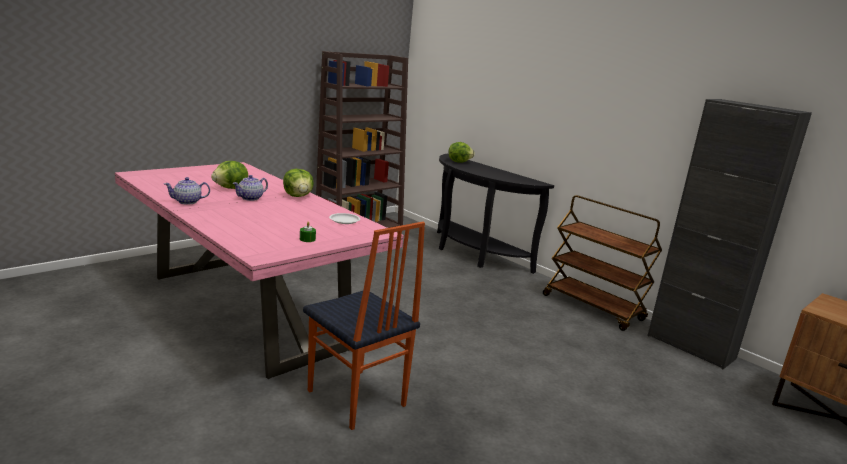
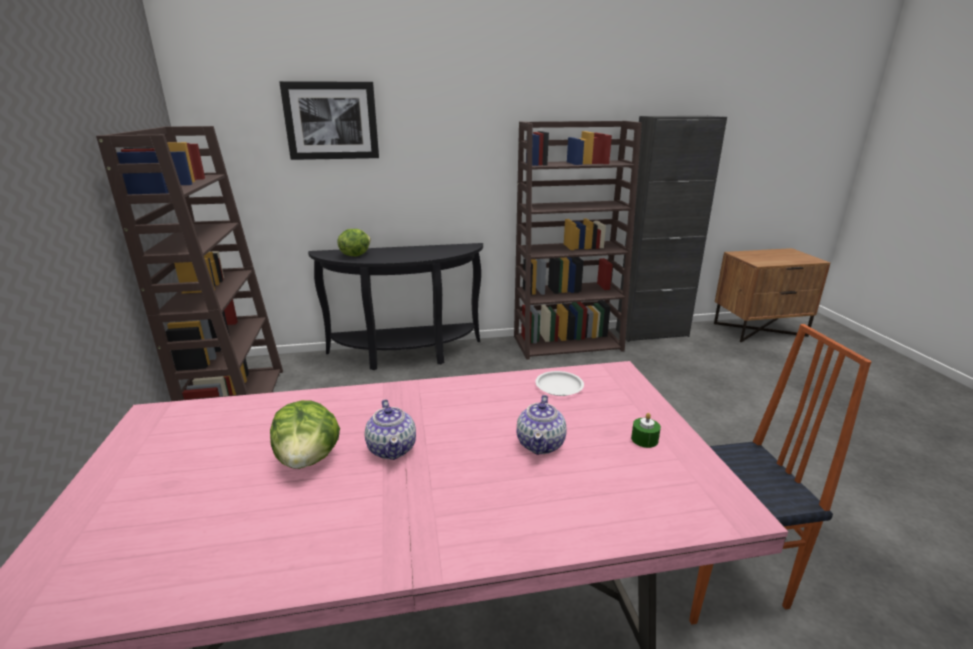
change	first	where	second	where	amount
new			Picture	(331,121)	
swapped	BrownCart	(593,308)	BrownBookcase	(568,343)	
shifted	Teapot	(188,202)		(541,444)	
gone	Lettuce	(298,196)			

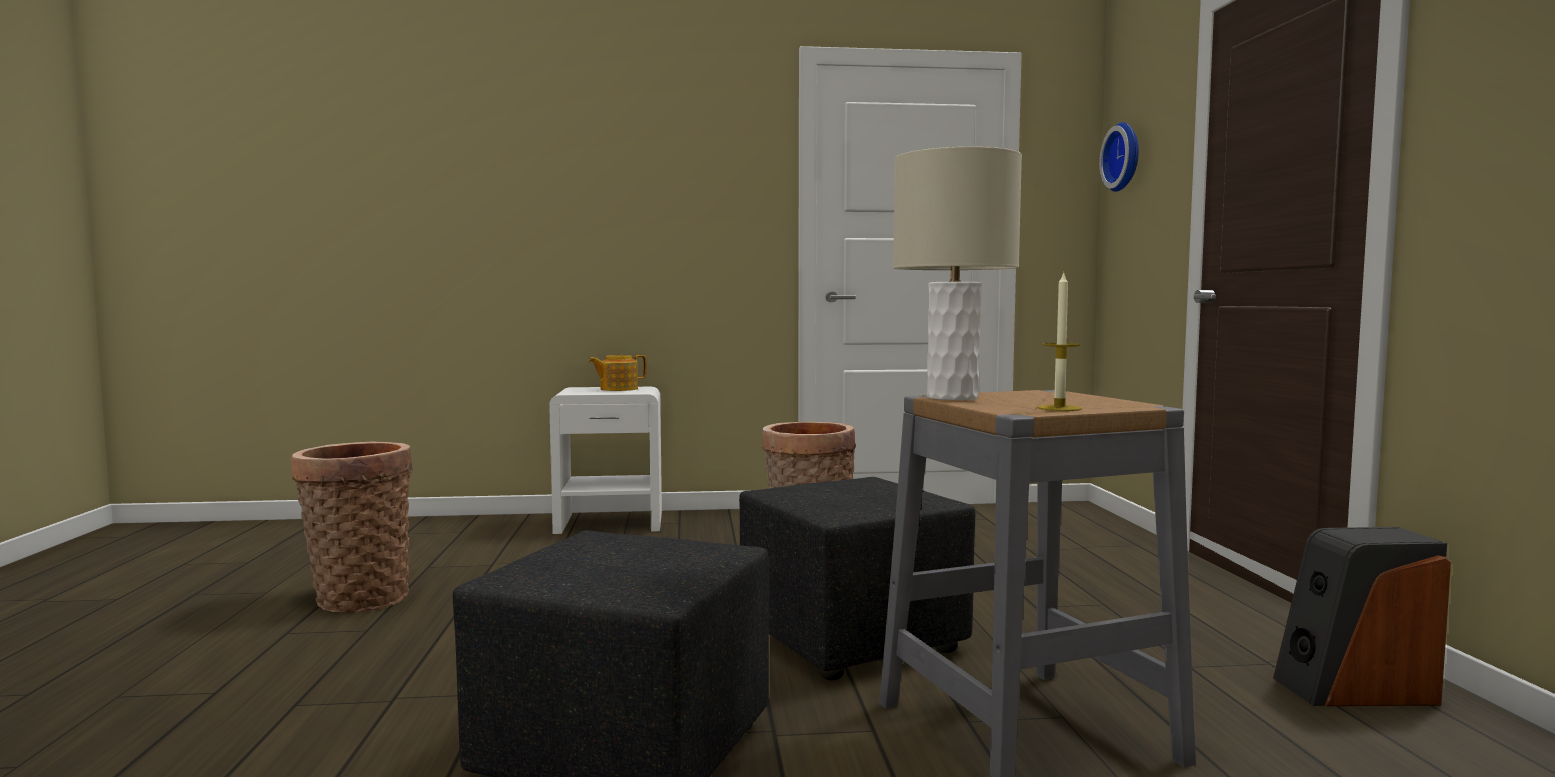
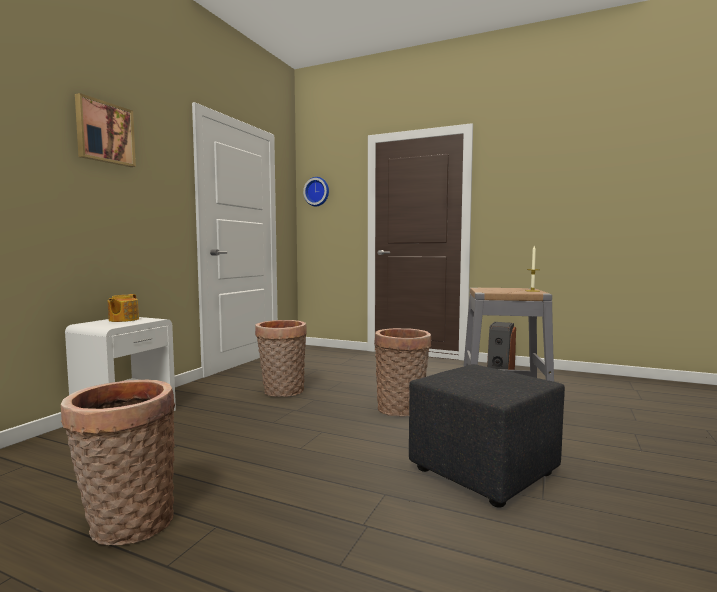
change	first	where	second	where	amount
new			Picture	(104,133)	
swapped	BlackOttoman	(854,640)	Basket	(402,409)	
gone	BeigeTableLamp	(951,397)			

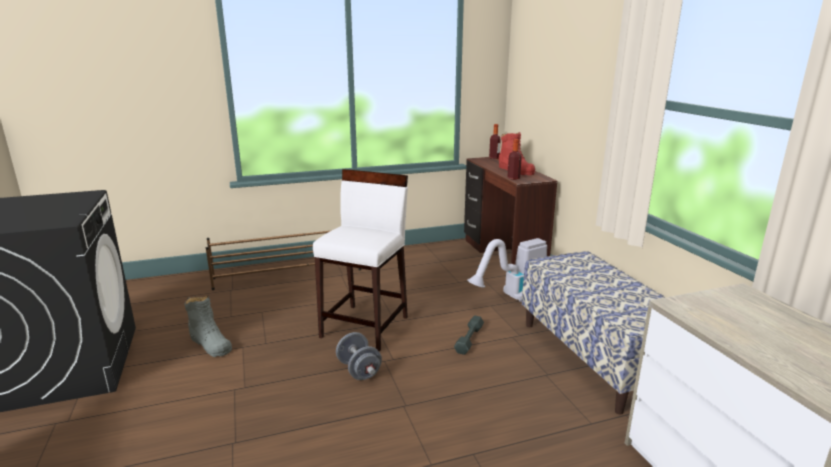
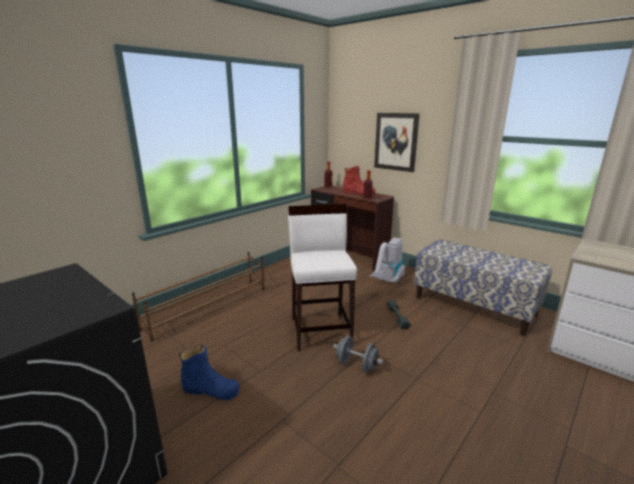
change	first	where	second	where	amount
repainted	GreyBoot	(210,344)	BlueBoot	(211,390)	
new			Picture	(396,142)	

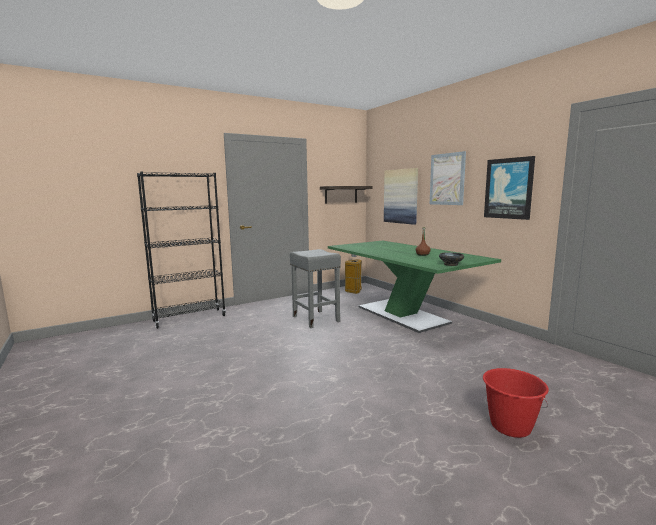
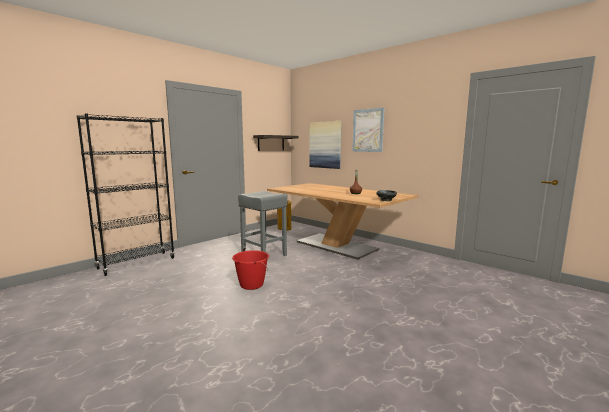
change	first	where	second	where	amount
shifted	RedBucket	(510,426)		(251,285)	
repainted	GreenDiningTable	(402,315)	BeigeDiningTable	(336,246)	
gone	Picture	(508,188)			

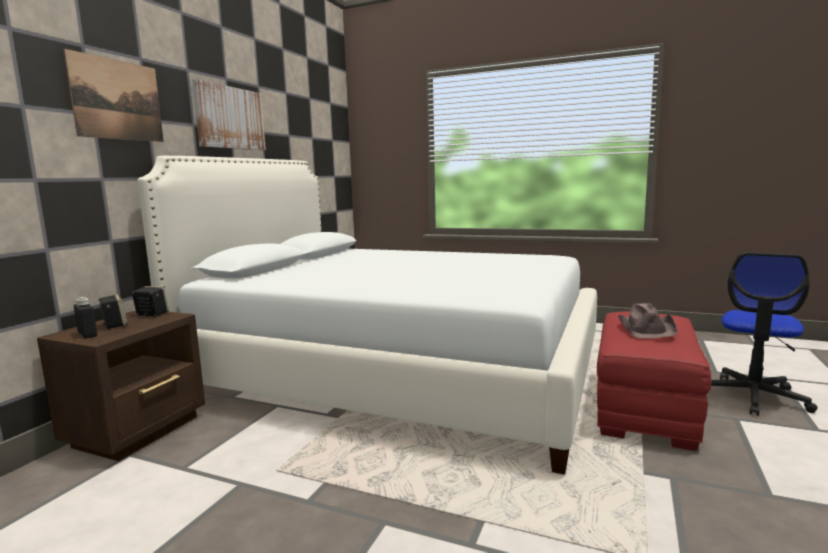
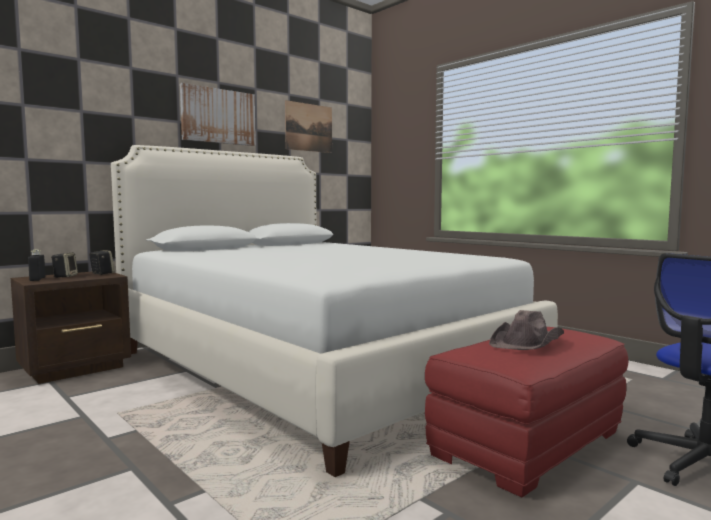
change	first	where	second	where	amount
shifted	Picture	(117,100)		(309,127)	

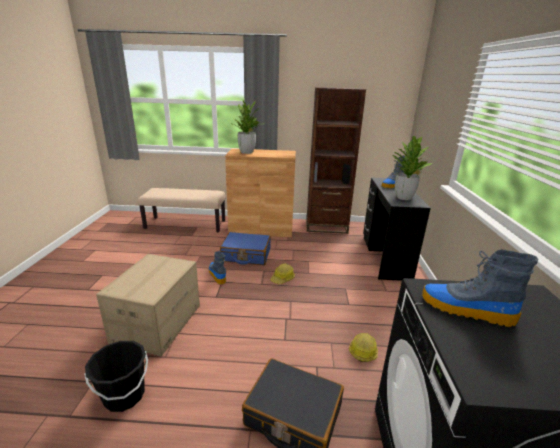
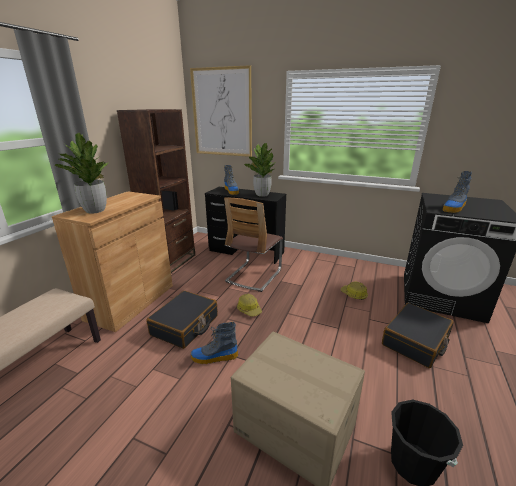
change	first	where	second	where	amount
repainted	BlueSuitcase	(246,255)	BlackSuitcase	(185,325)	
new			Picture	(222,113)	
new			Chair	(254,276)	

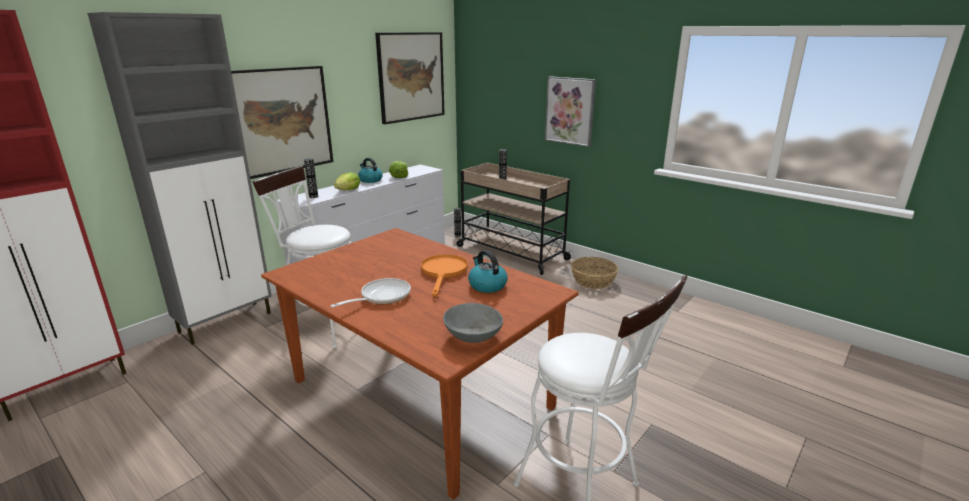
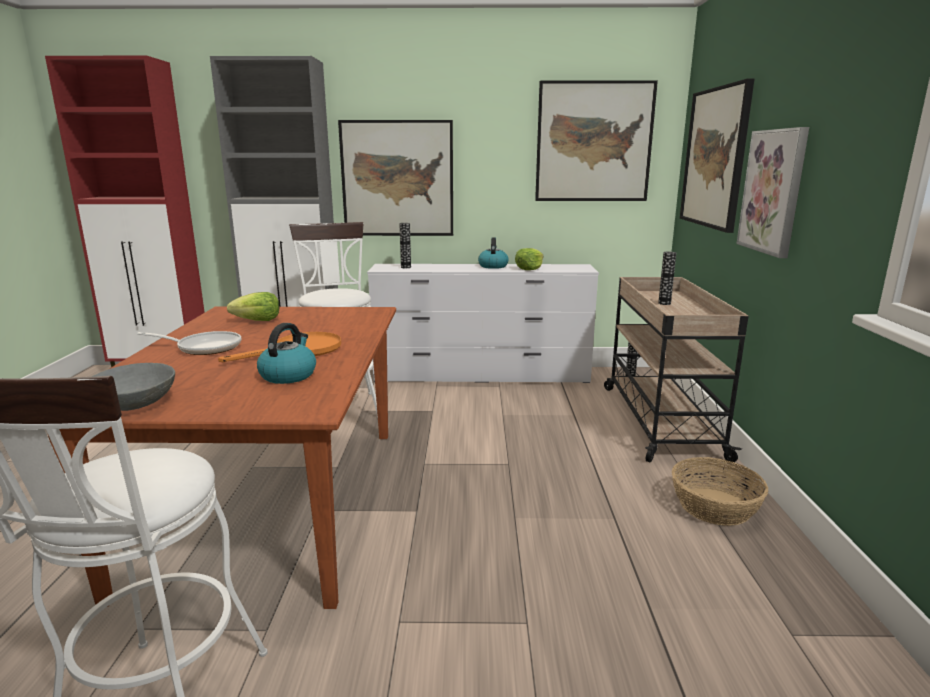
change	first	where	second	where	amount
shifted	Lettuce	(348,190)		(258,321)	
new			Picture	(715,158)	

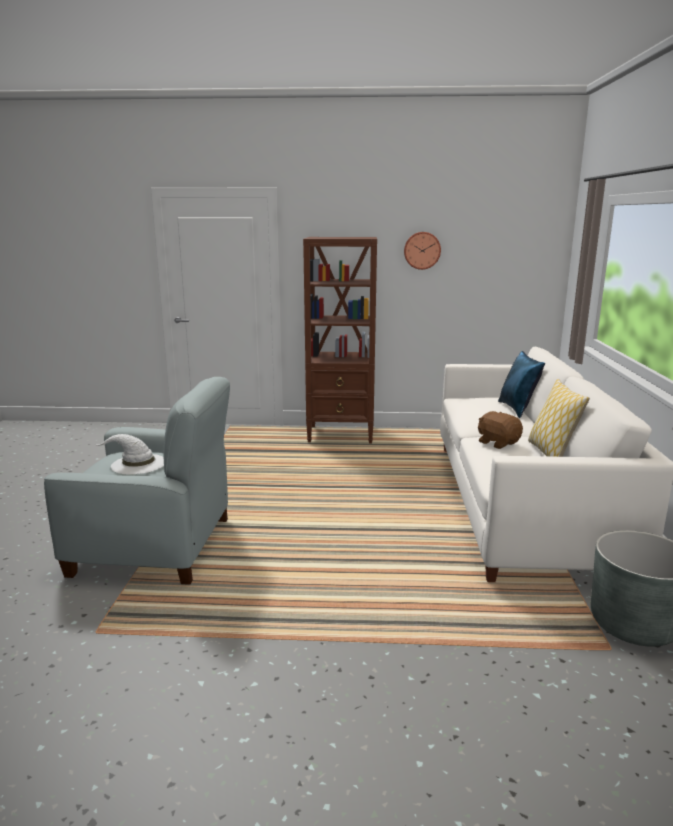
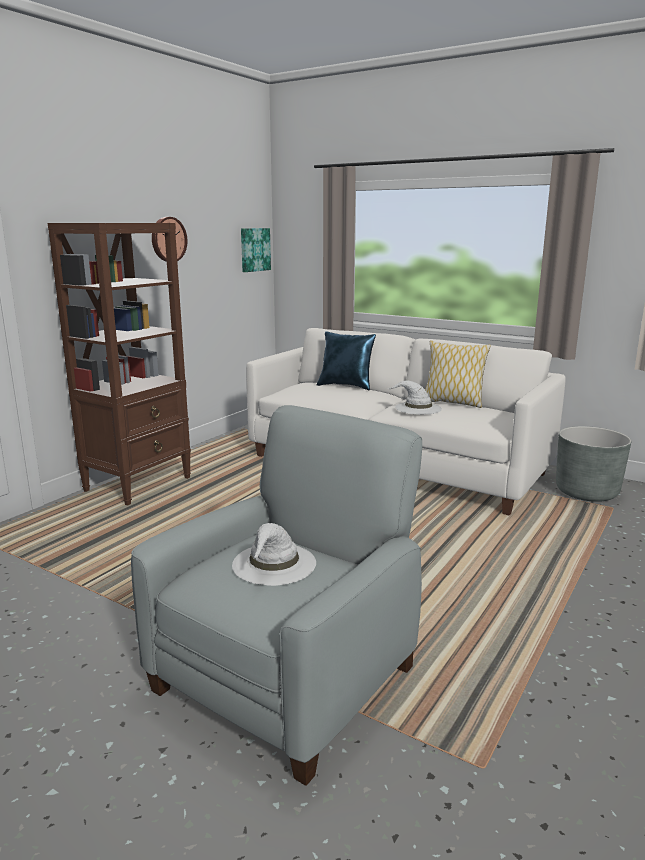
change	first	where	second	where	amount
new			Picture	(254,249)	
swapped	BrownPlushToy	(498,443)	WhiteHat	(417,408)	

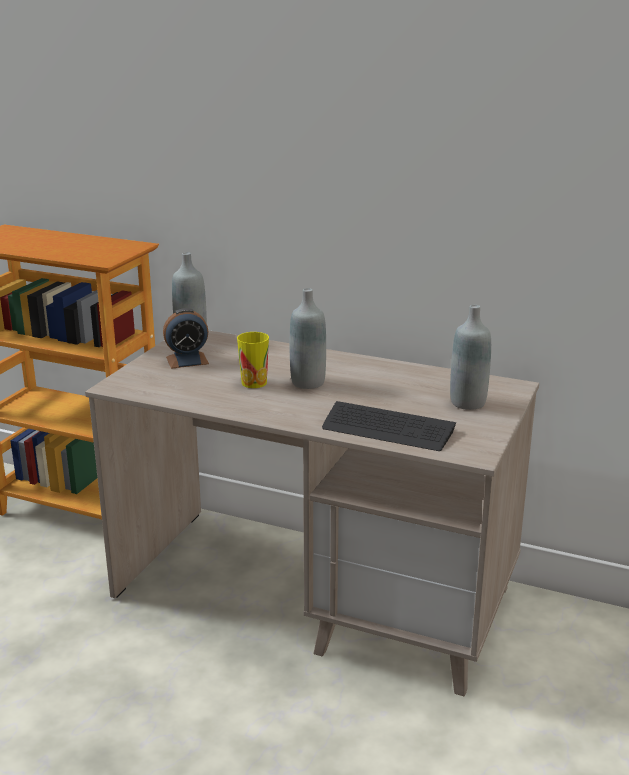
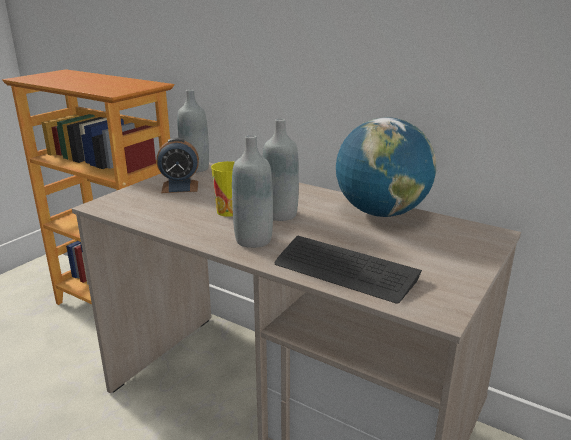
change	first	where	second	where	amount
shifted	GreyBottle	(467,402)		(253,240)	
new			Globe	(381,213)	

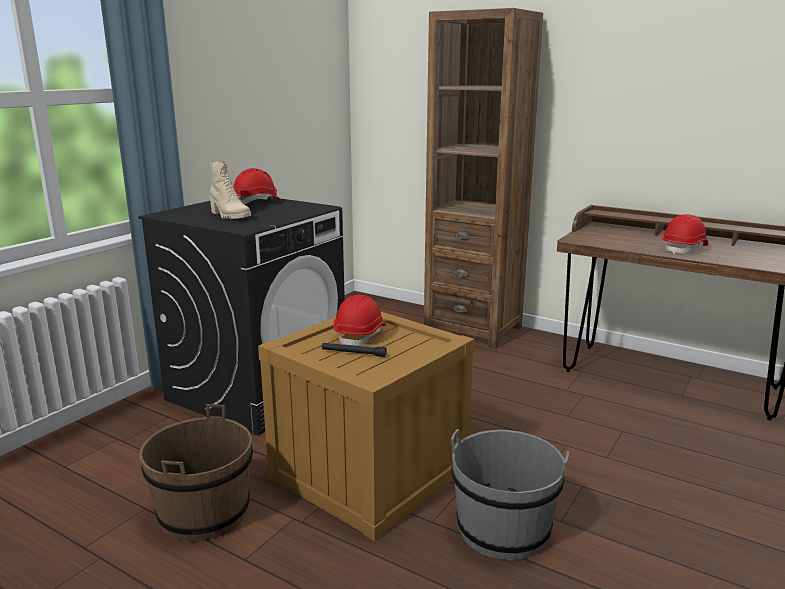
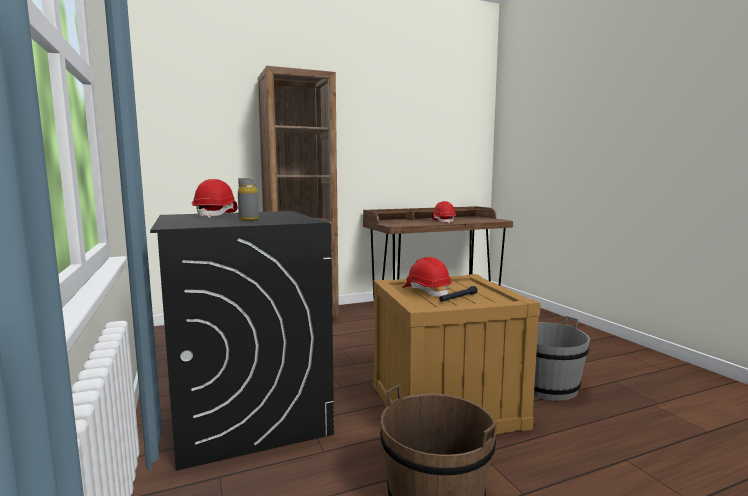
change	first	where	second	where	amount
swapped	BeigeBoot	(229,216)	GreyBottle	(249,220)	

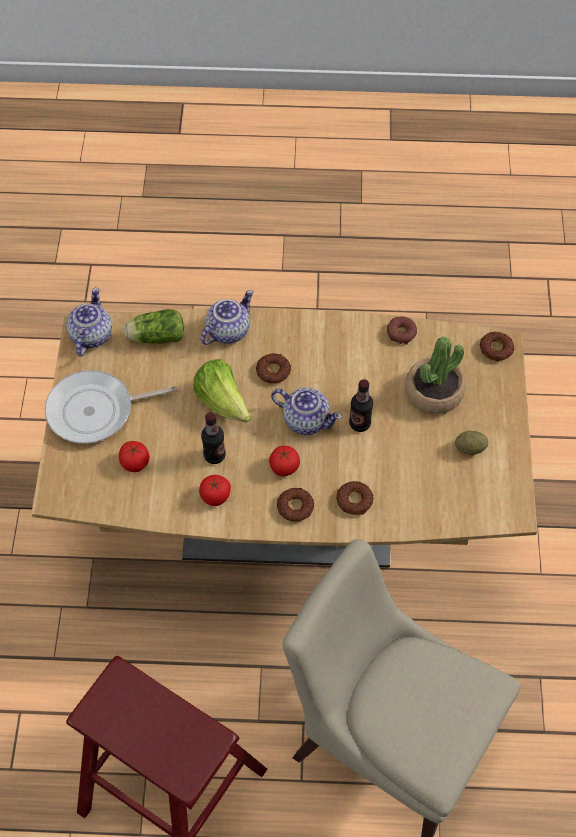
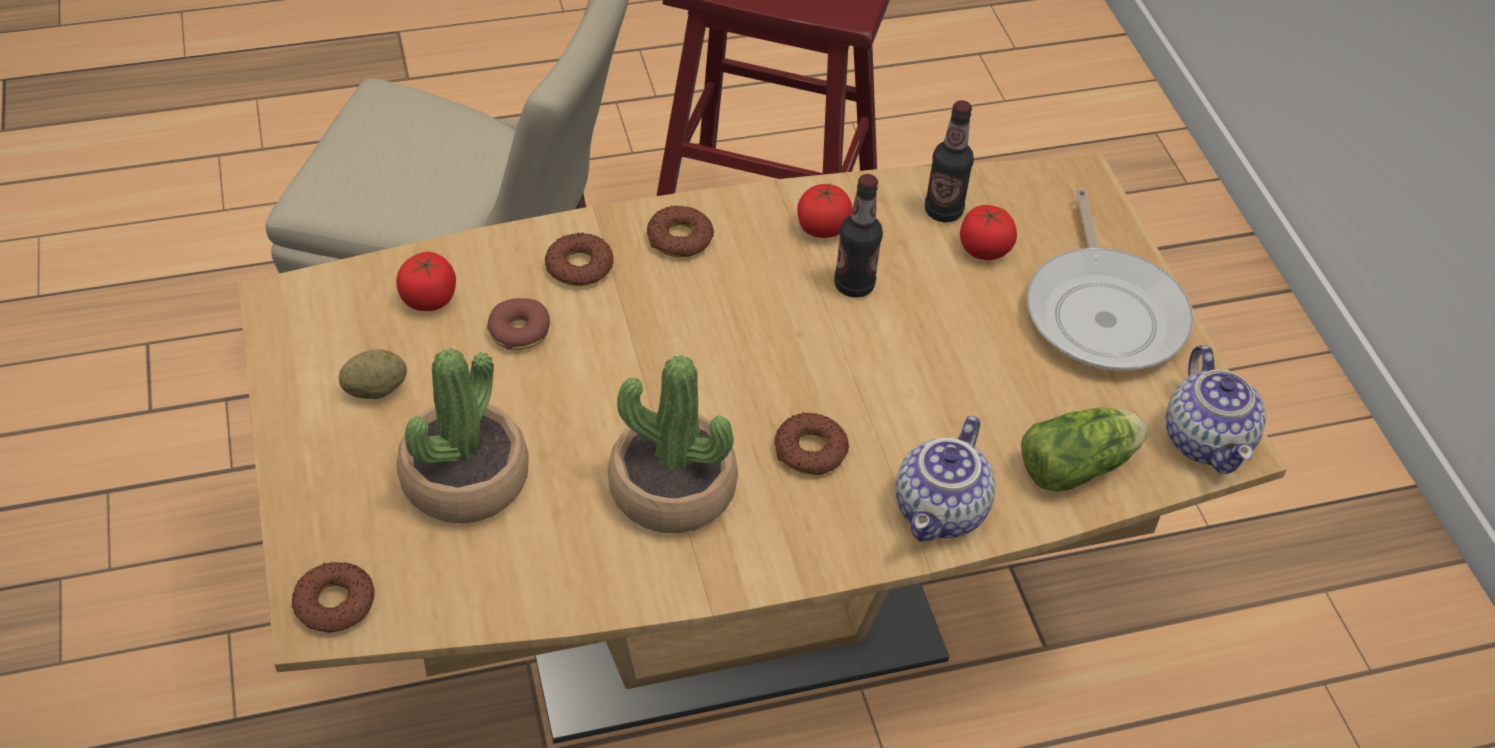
change	first	where	second	where	amount
shifted	Tomato	(284,467)		(429,299)	
shifted	Donut	(401,333)		(519,332)	
new			PottedPlant	(672,489)	
shifted	Bottle	(359,423)		(943,211)	
rotated	FryingPan	(96,411)		(1104,312)	120 degrees clockwise
gone	Lettuce	(223,402)			
gone	Teapot	(305,419)			

